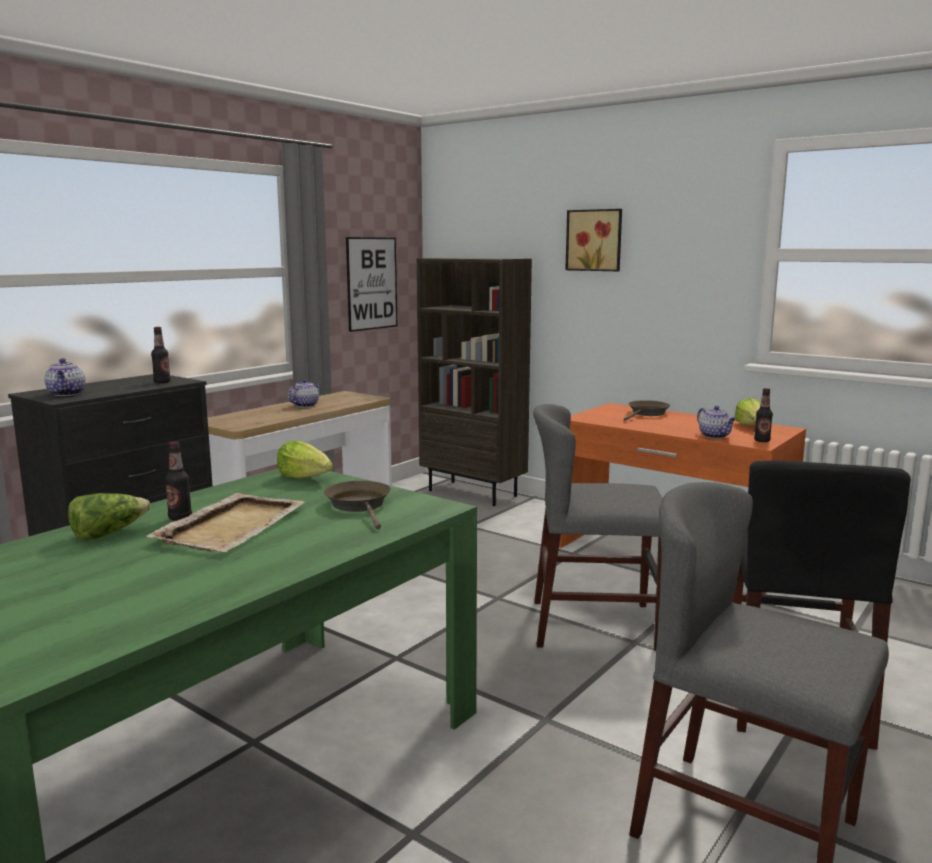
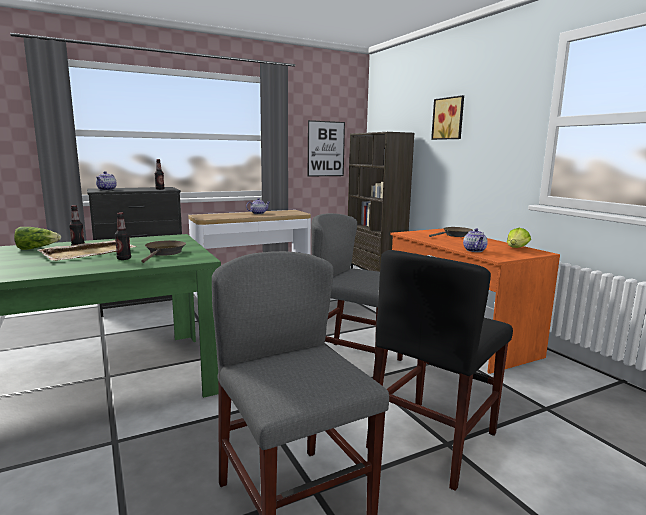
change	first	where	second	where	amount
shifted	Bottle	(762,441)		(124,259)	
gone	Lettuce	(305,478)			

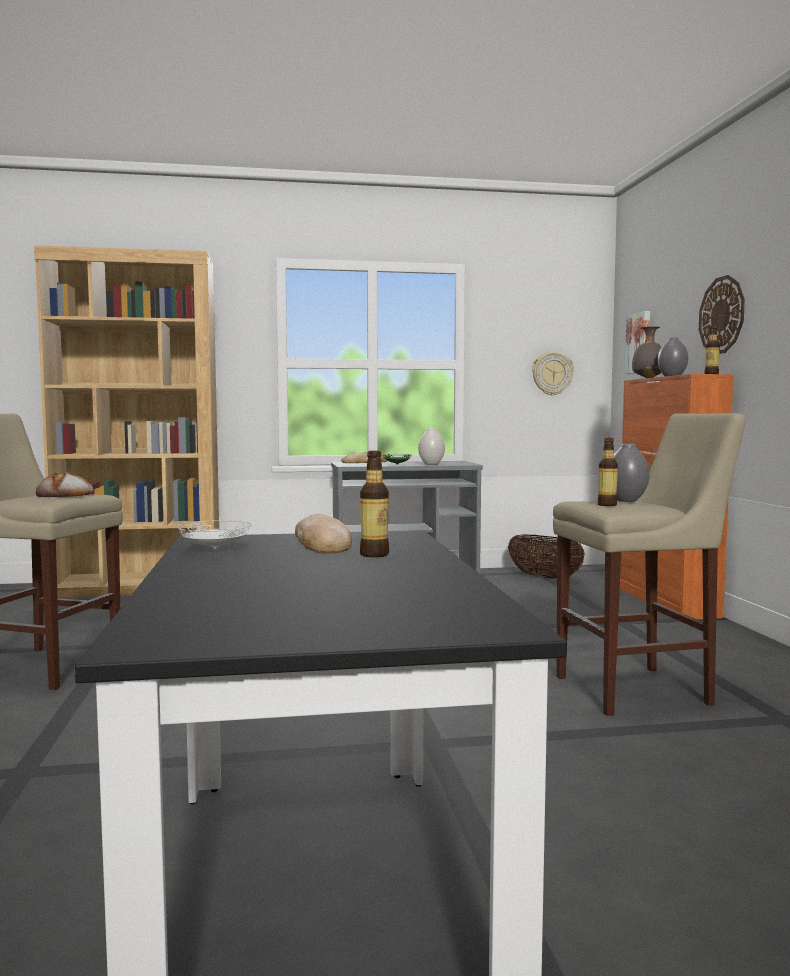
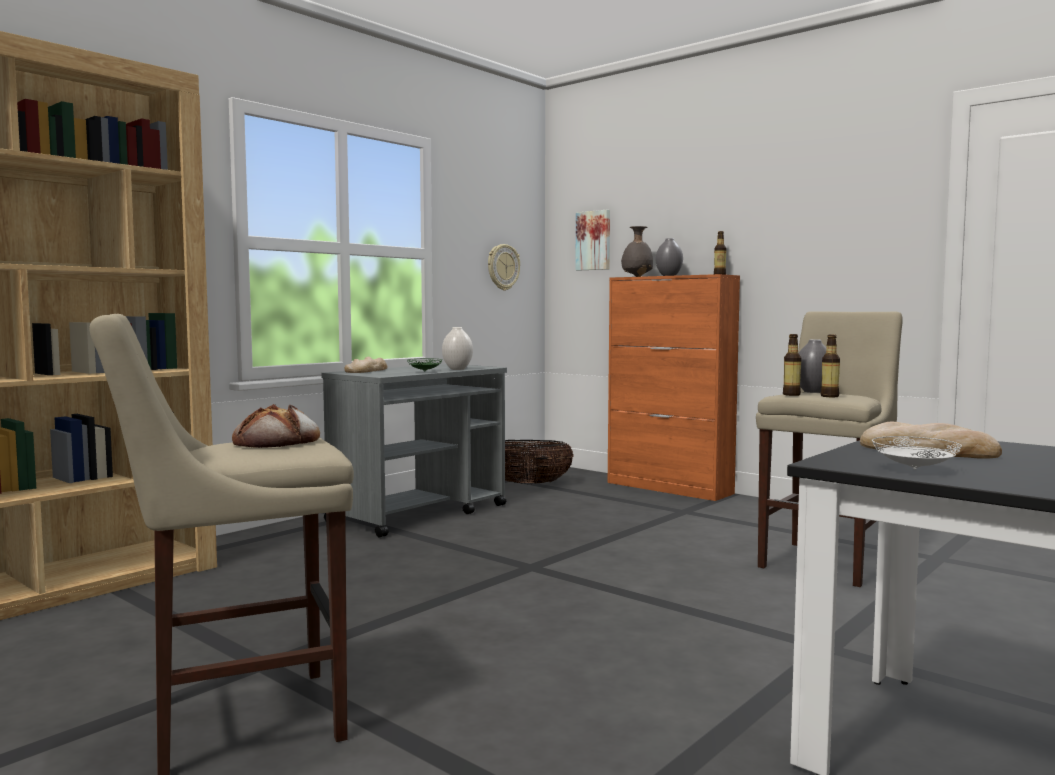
change	first	where	second	where	amount
shifted	Bottle	(374,554)		(791,395)	
gone	WallClock	(722,315)			

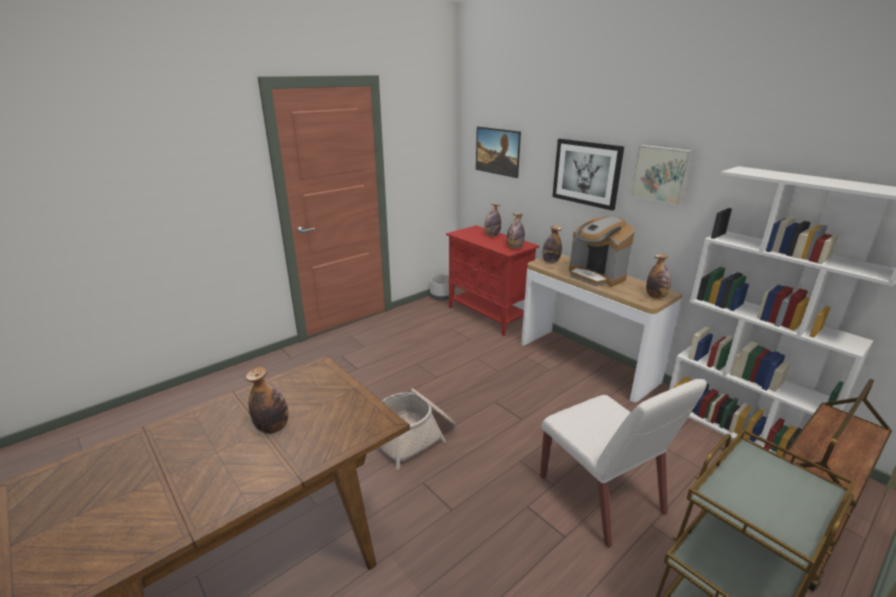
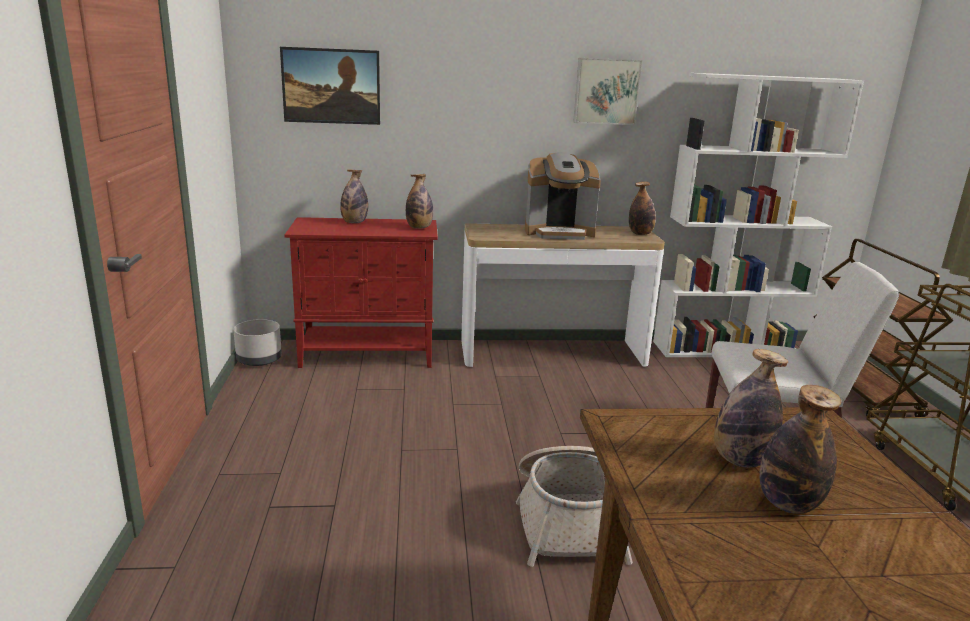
change	first	where	second	where	amount
shifted	Bottle	(550,261)		(740,460)	
gone	Picture	(586,173)			

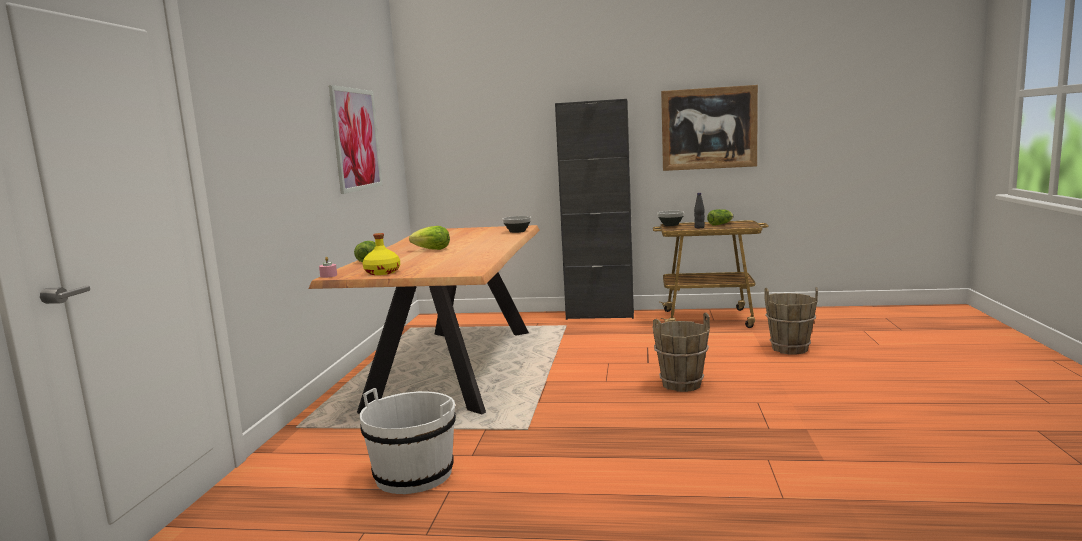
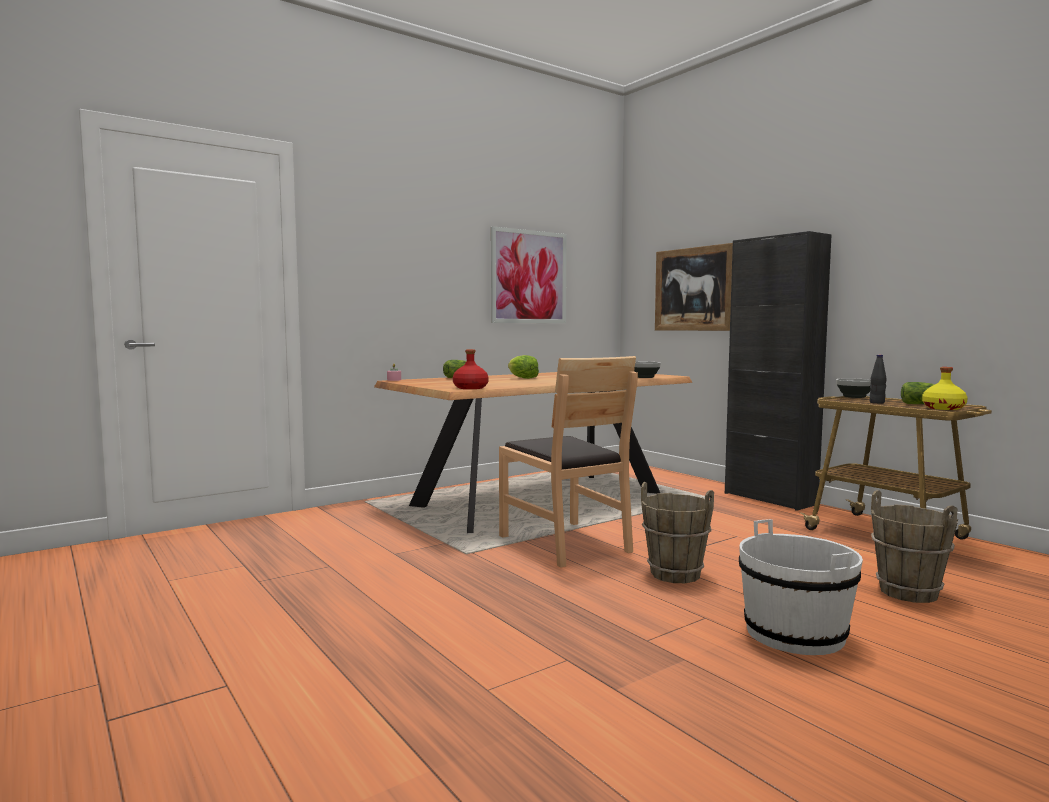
change	first	where	second	where	amount
new			RedBottle	(471,388)	
new			BrownChair	(565,543)	
shifted	Picture	(709,128)		(693,289)	
shifted	WhiteBucket	(414,475)		(795,634)	
shifted	YellowBottle	(383,272)		(944,408)	

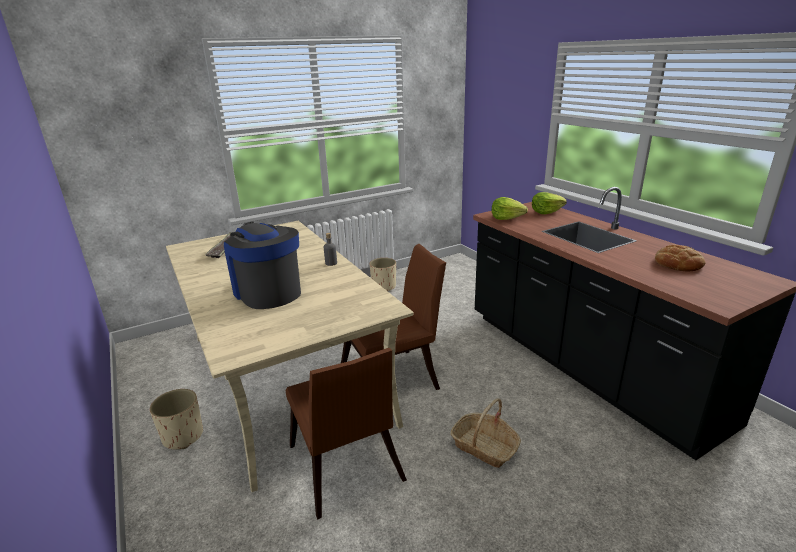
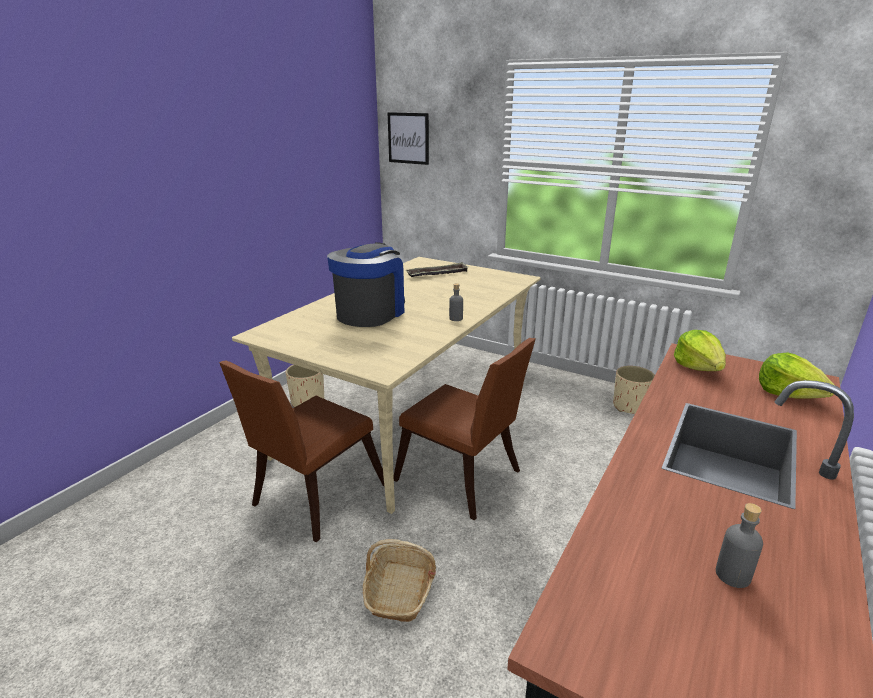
change	first	where	second	where	amount
new			Picture	(408,138)	
swapped	Bread	(678,263)	GreyBottle	(732,575)	

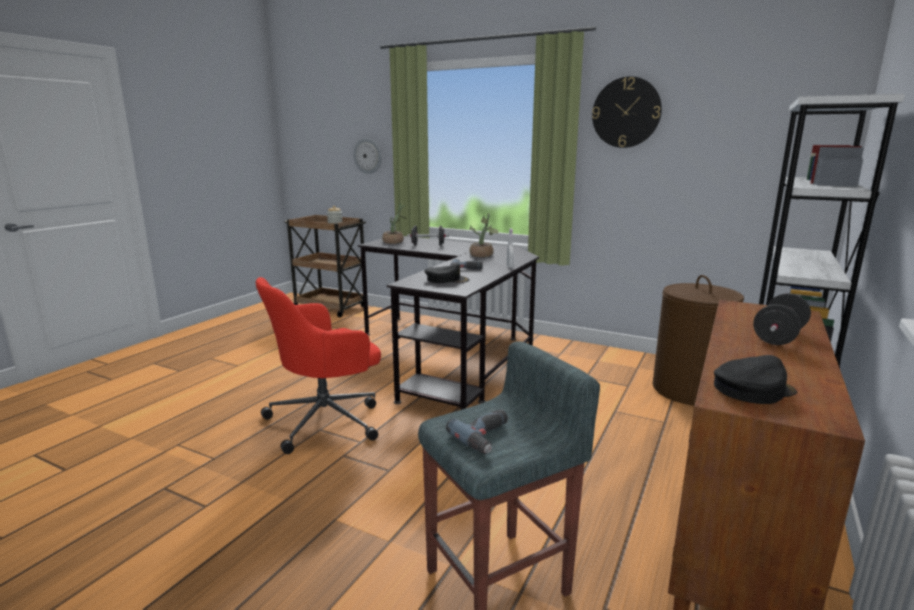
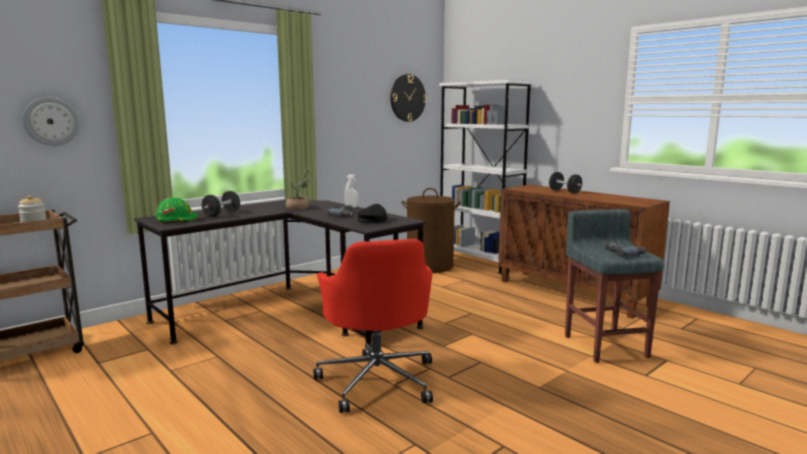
change	first	where	second	where	amount
swapped	PottedPlant	(395,241)	GreenHardHat	(178,220)	
shifted	WallClock	(626,112)		(407,98)	
gone	BlackCap	(752,389)			

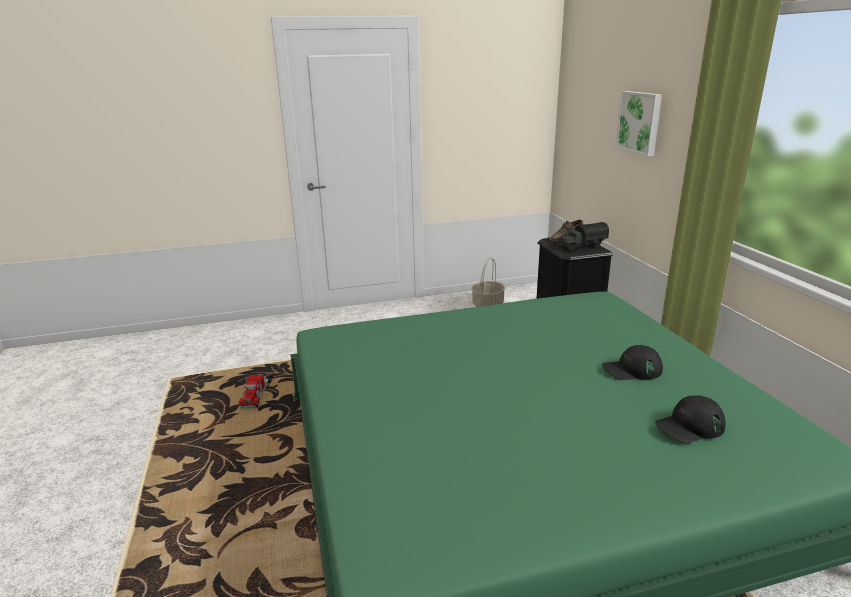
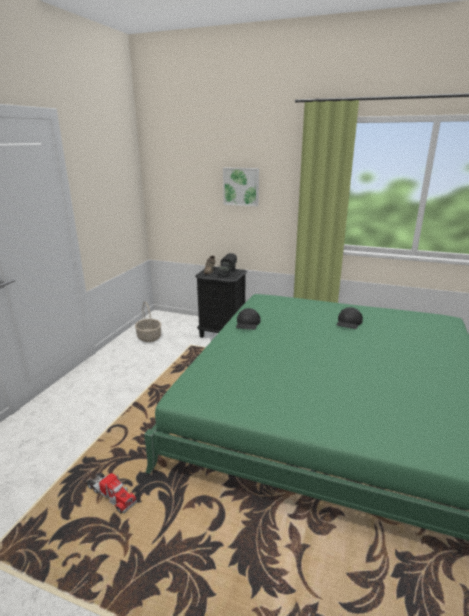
change	first	where	second	where	amount
shifted	BlackCap	(690,426)		(247,323)	

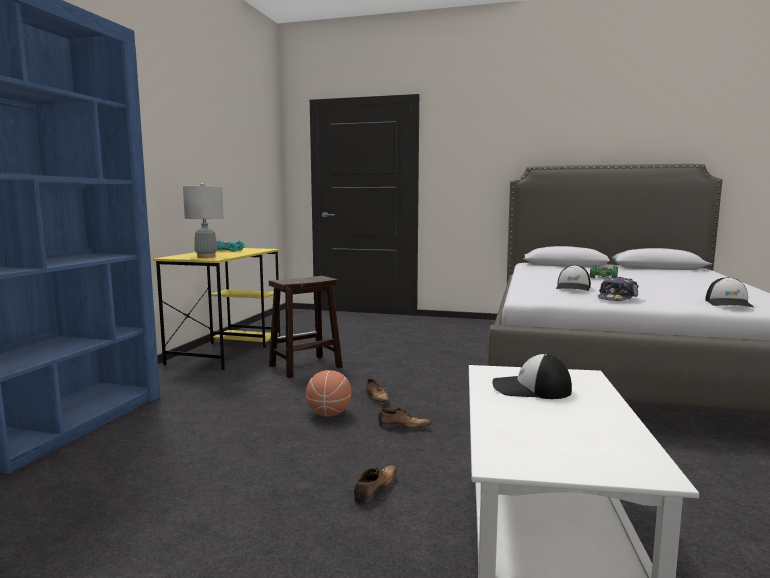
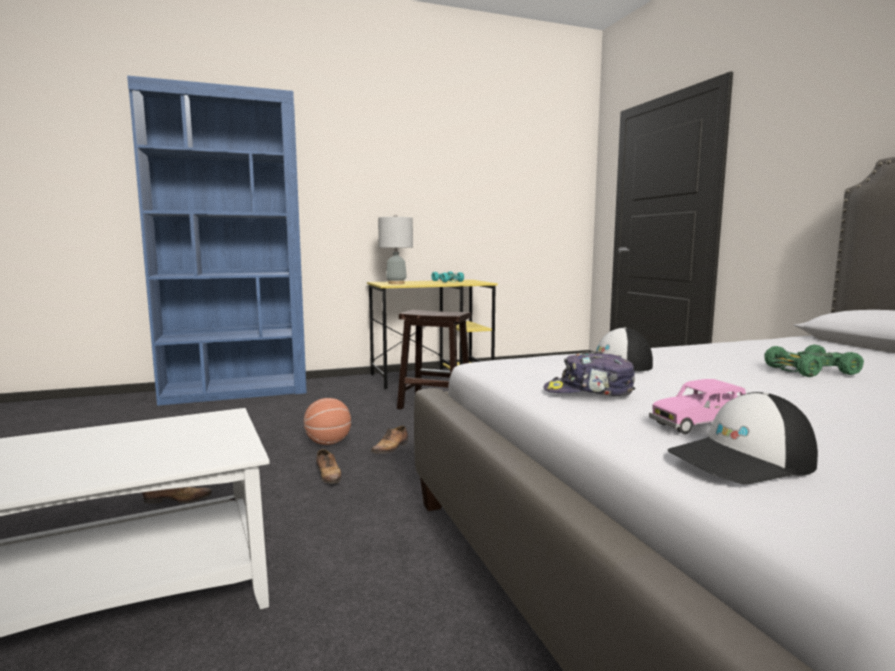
change	first	where	second	where	amount
new			PinkToyCar	(701,424)	
gone	Cap	(530,389)			

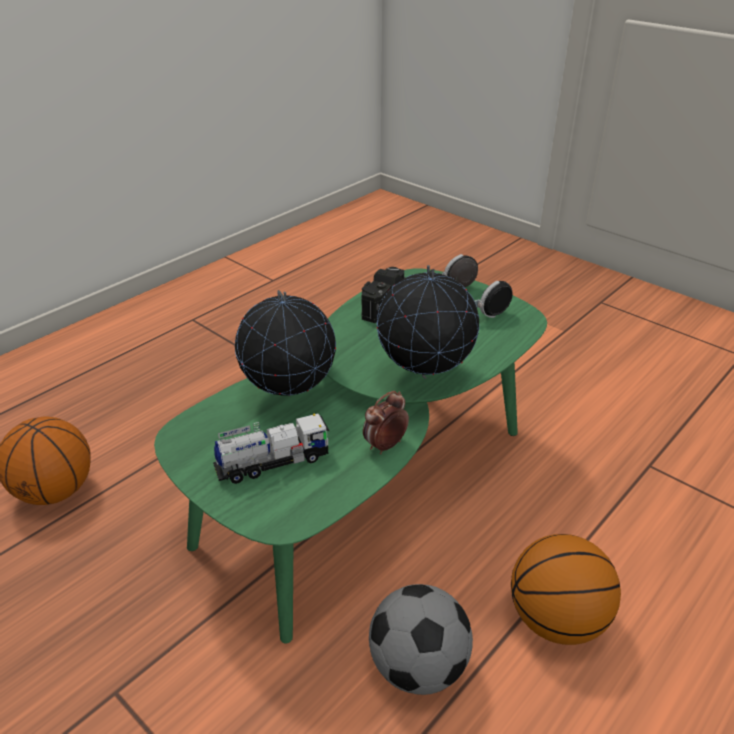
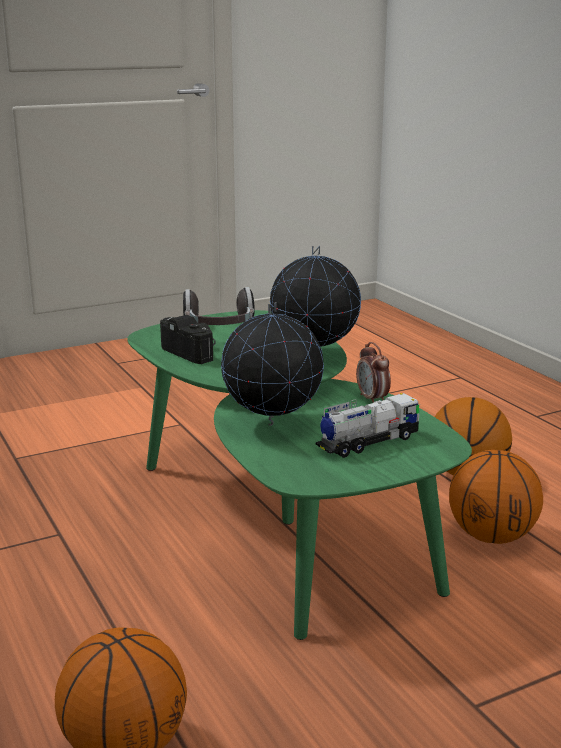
change	first	where	second	where	amount
rotated	ToyTruck	(272,462)		(368,442)	60 degrees clockwise
swapped	Football	(417,666)	Basketball	(491,537)	

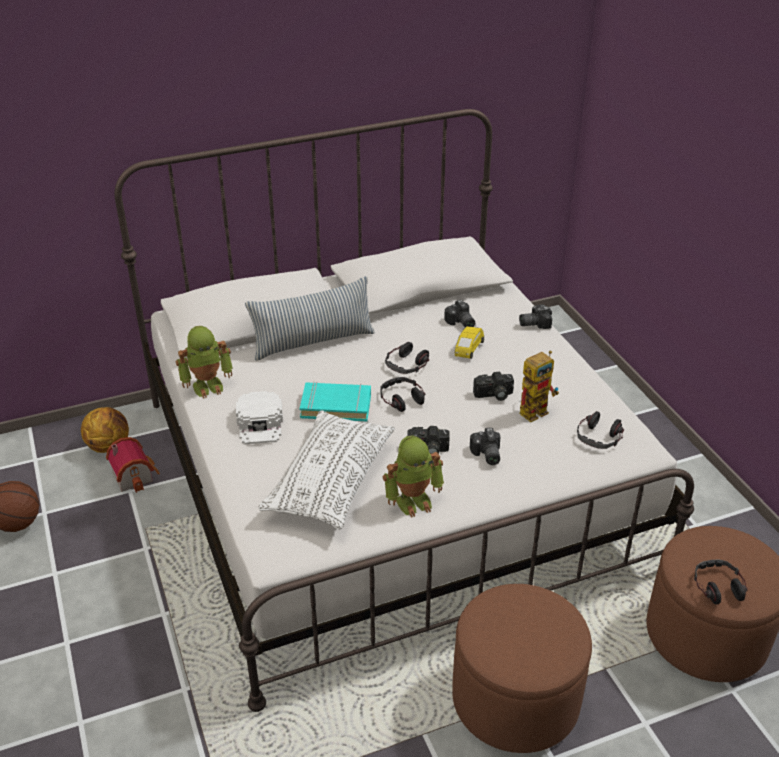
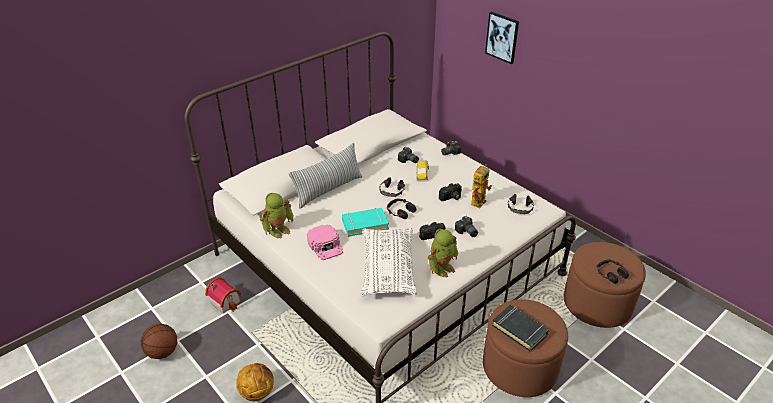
change	first	where	second	where	amount
shifted	Basketball	(109,446)		(257,392)	
repainted	WhiteCap	(260,423)	PinkCap	(325,245)	
new			Picture	(502,37)	
new			BlackBook	(519,330)	

